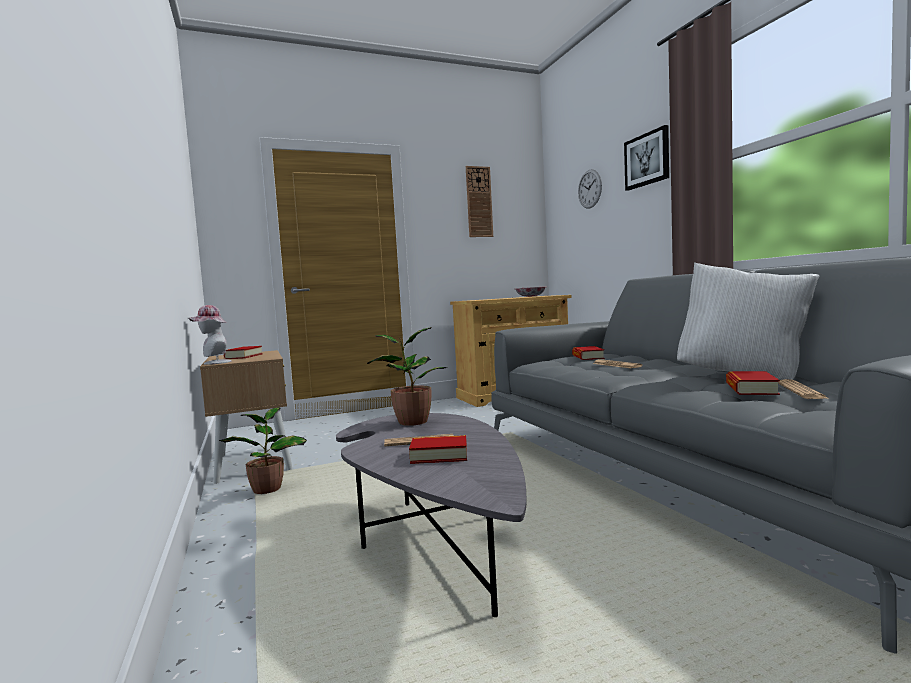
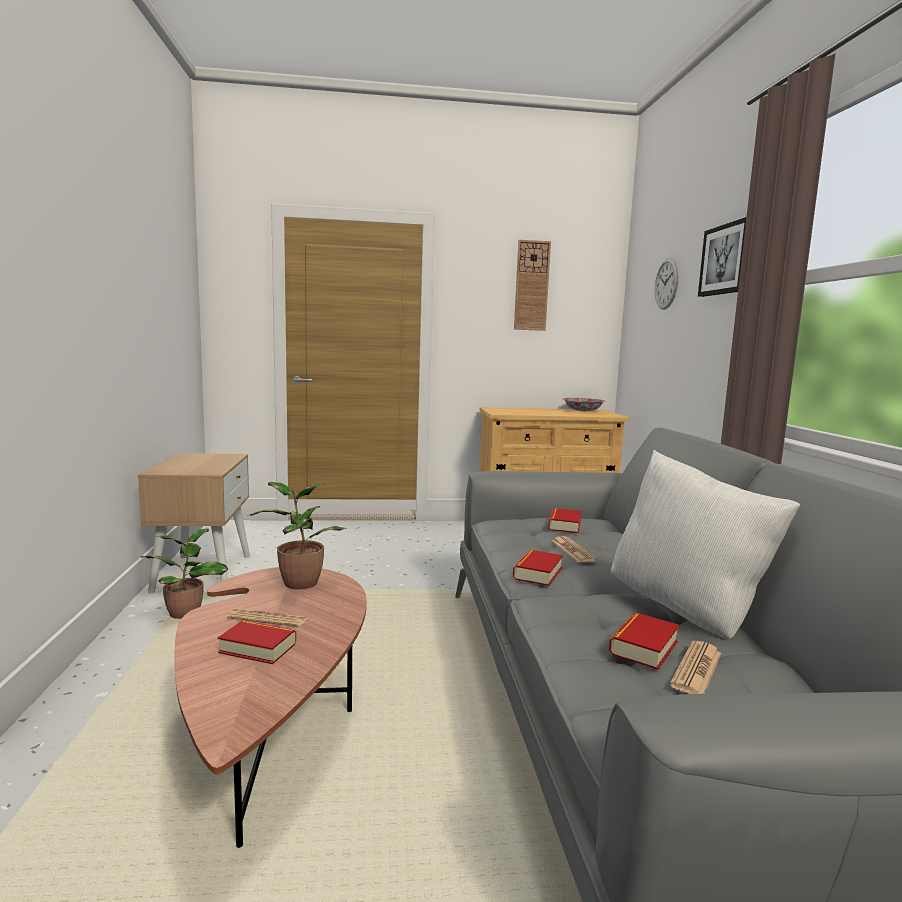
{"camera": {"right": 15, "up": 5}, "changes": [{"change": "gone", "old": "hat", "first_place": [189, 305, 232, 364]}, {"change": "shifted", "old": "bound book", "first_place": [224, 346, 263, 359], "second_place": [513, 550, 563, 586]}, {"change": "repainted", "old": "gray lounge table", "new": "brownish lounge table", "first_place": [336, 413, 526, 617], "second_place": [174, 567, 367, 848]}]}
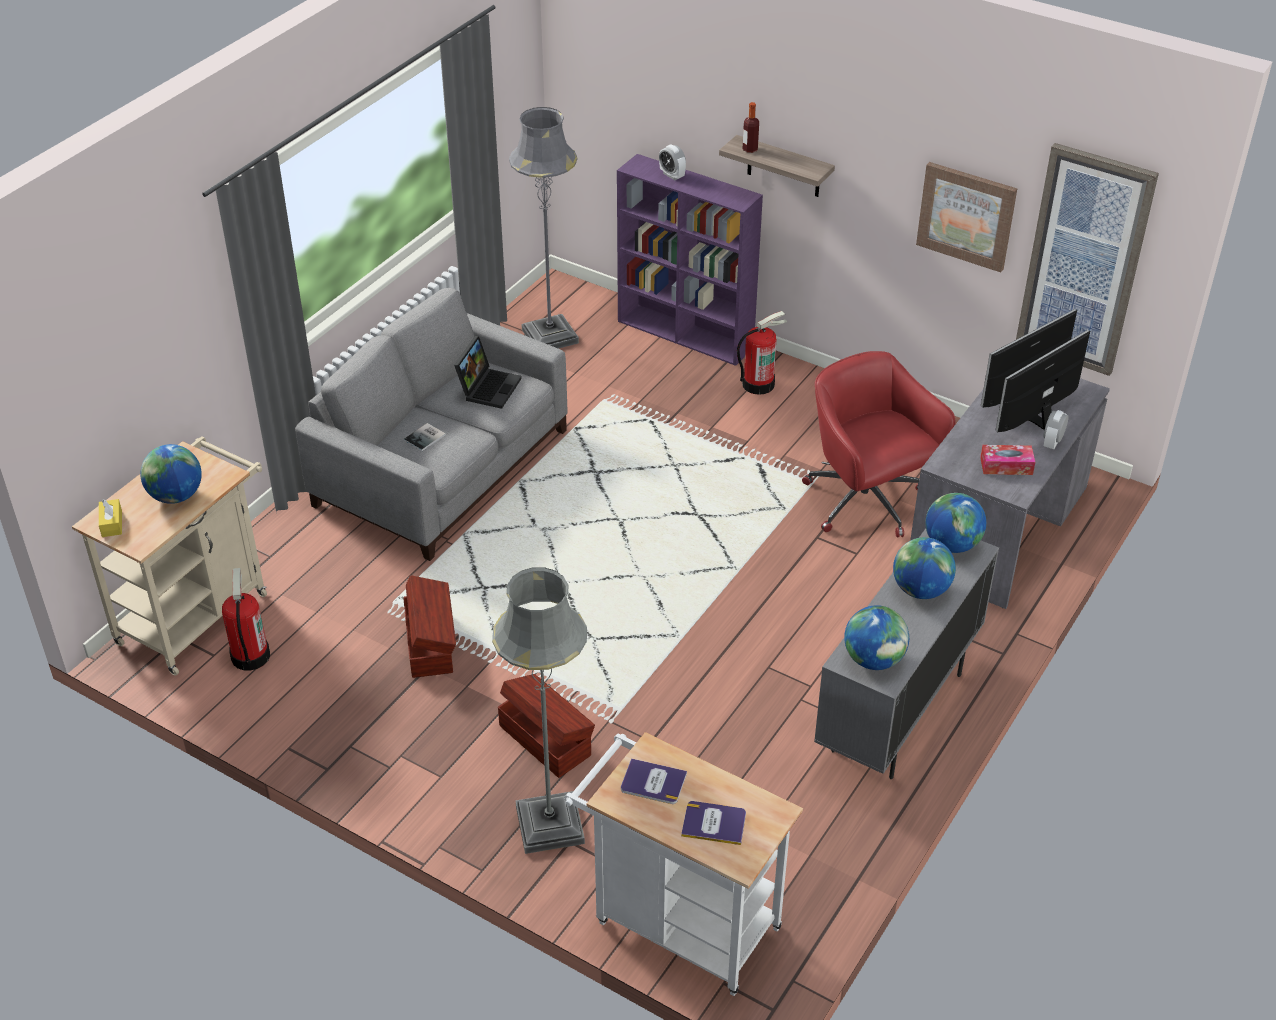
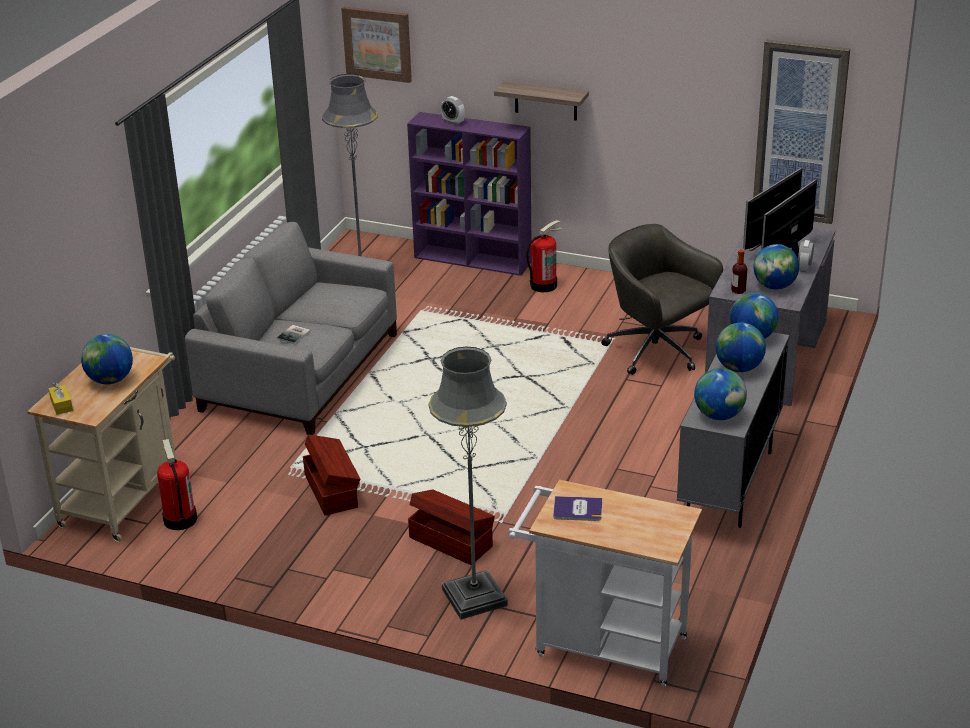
{"camera": {"right": -10, "up": -10}, "changes": [{"change": "gone", "old": "laptop", "first_place": [454, 336, 522, 409]}, {"change": "gone", "old": "bound book", "first_place": [681, 801, 746, 845]}, {"change": "shifted", "old": "beverage bottle", "first_place": [743, 102, 759, 153], "second_place": [731, 250, 747, 294]}, {"change": "repainted", "old": "red-coloured office chair", "new": "gray office chair", "first_place": [802, 351, 956, 537], "second_place": [601, 224, 723, 375]}, {"change": "shifted", "old": "wall art", "first_place": [916, 162, 1017, 272], "second_place": [341, 7, 412, 83]}, {"change": "swapped", "old": "tissue holder", "new": "desk globe", "first_place": [980, 445, 1035, 475], "second_place": [753, 244, 799, 290]}]}
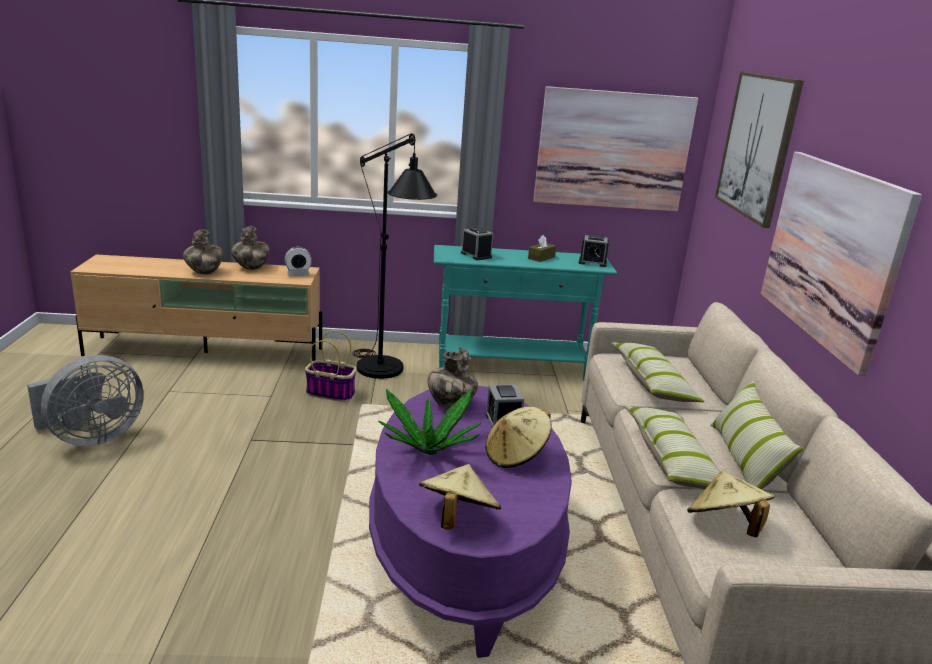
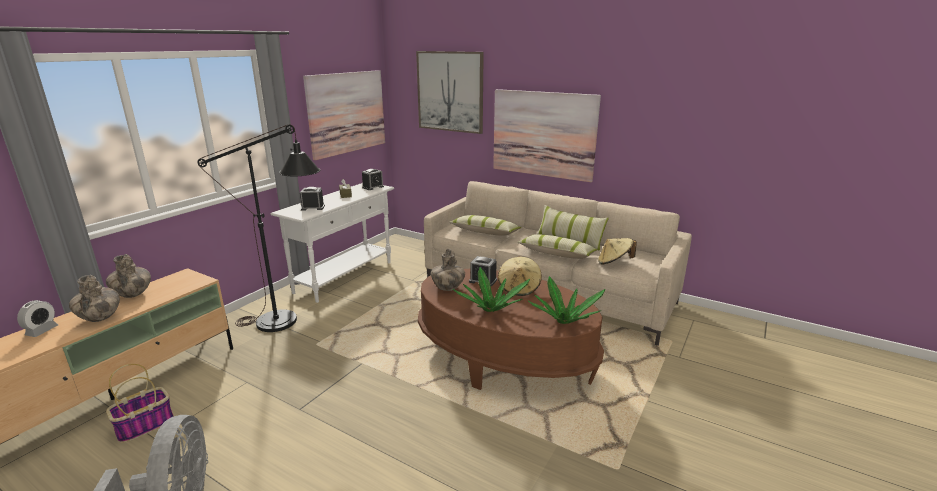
{"camera": {"right": -55, "up": 0}, "changes": [{"change": "shifted", "old": "bedside clock", "first_place": [285, 247, 312, 276], "second_place": [17, 300, 58, 337]}, {"change": "shifted", "old": "storage basket", "first_place": [305, 330, 356, 402], "second_place": [106, 364, 174, 443]}, {"change": "repainted", "old": "purplish lounge table", "new": "brownish lounge table", "first_place": [369, 386, 572, 658], "second_place": [418, 269, 604, 390]}, {"change": "swapped", "old": "sand-coloured hat", "new": "potted plant", "first_place": [419, 464, 501, 530], "second_place": [528, 276, 605, 324]}, {"change": "repainted", "old": "turquoise hall table", "new": "white-coloured hall table", "first_place": [434, 245, 617, 381], "second_place": [271, 183, 394, 303]}]}
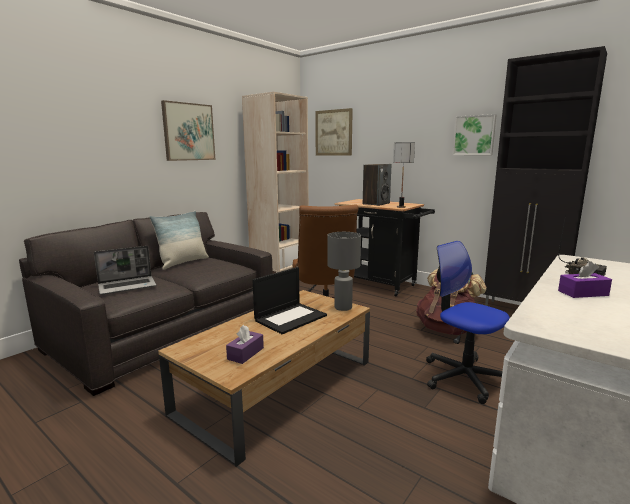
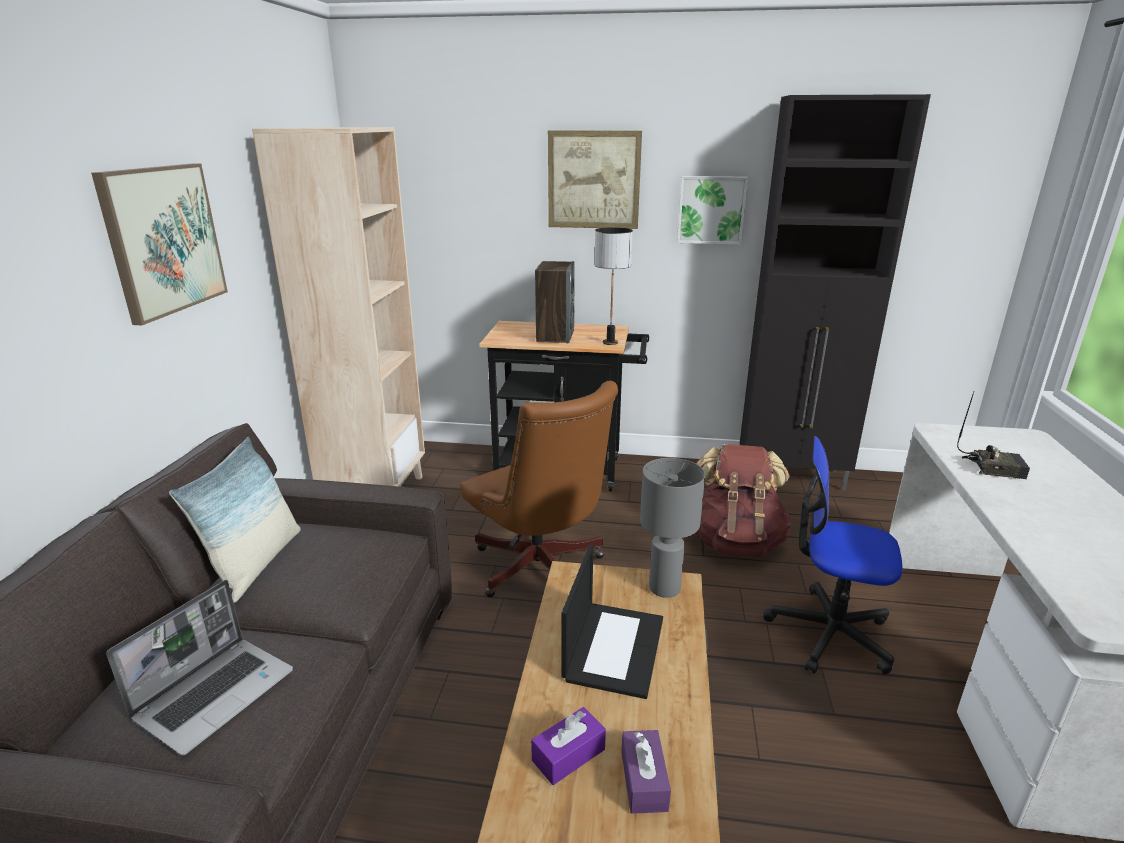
{"camera": {"right": -30, "up": 10}, "changes": [{"change": "shifted", "old": "wall art", "first_place": [315, 108, 353, 156], "second_place": [548, 130, 642, 229]}, {"change": "shifted", "old": "purplish tissue holder", "first_place": [558, 261, 612, 298], "second_place": [531, 707, 606, 785]}]}
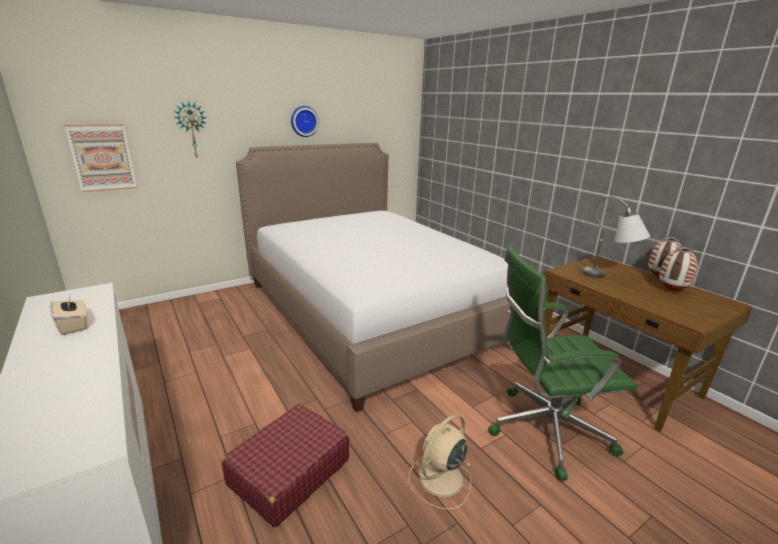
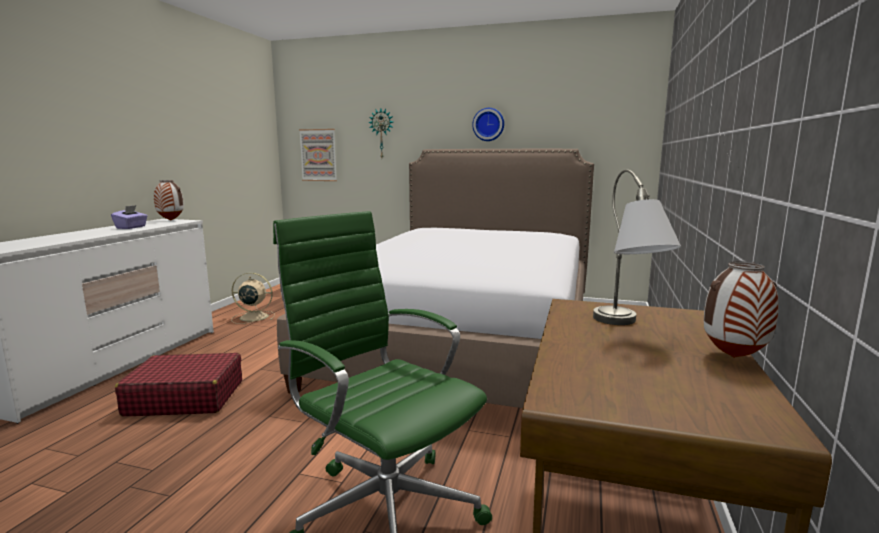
{"camera": {"right": 50, "up": -10}, "changes": [{"change": "repainted", "old": "sand-coloured tissue holder", "new": "purplish tissue holder", "first_place": [50, 292, 87, 335], "second_place": [111, 205, 148, 229]}, {"change": "shifted", "old": "sand-coloured fan", "first_place": [409, 414, 471, 510], "second_place": [231, 273, 275, 324]}, {"change": "shifted", "old": "flower vase", "first_place": [659, 247, 698, 291], "second_place": [154, 180, 184, 220]}]}
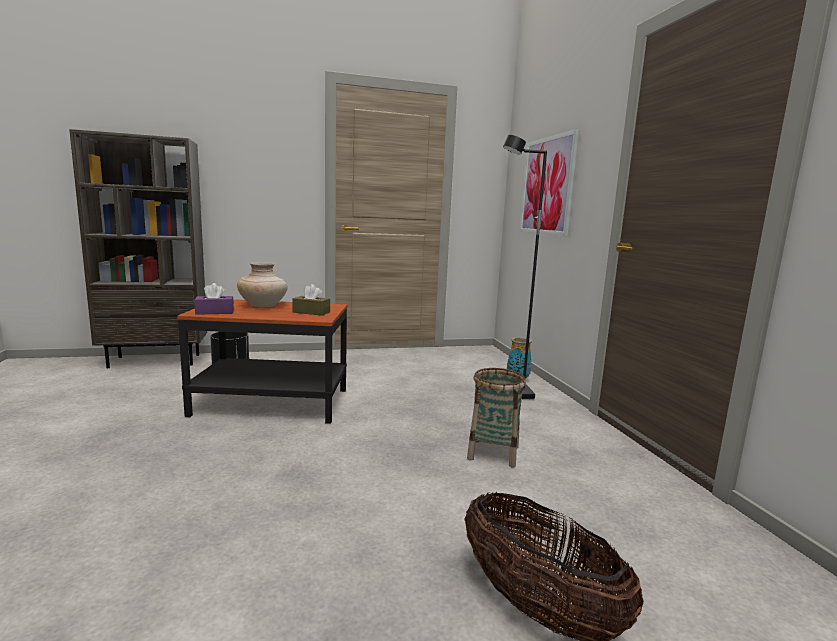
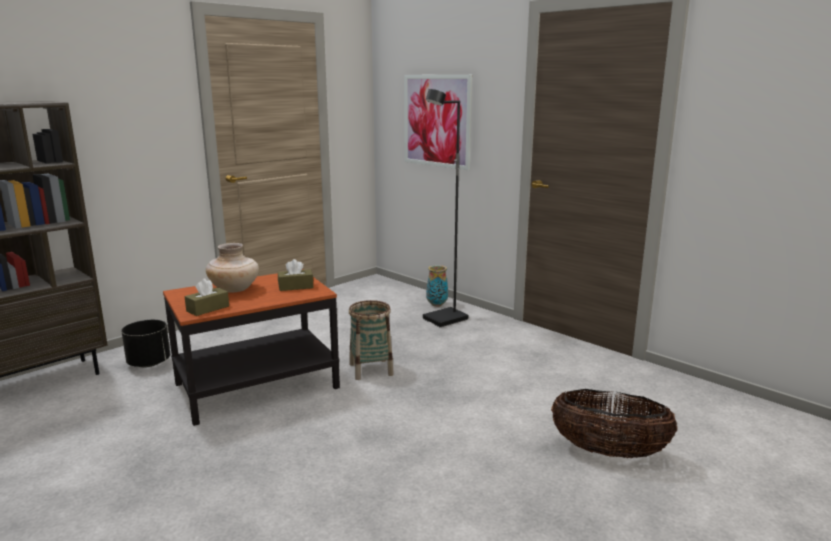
{"camera": {"right": -30, "up": 5}, "changes": [{"change": "repainted", "old": "purplish tissue holder", "new": "brownish tissue holder", "first_place": [194, 283, 234, 315], "second_place": [185, 279, 229, 316]}, {"change": "shifted", "old": "storage basket", "first_place": [467, 368, 526, 468], "second_place": [349, 300, 394, 380]}]}
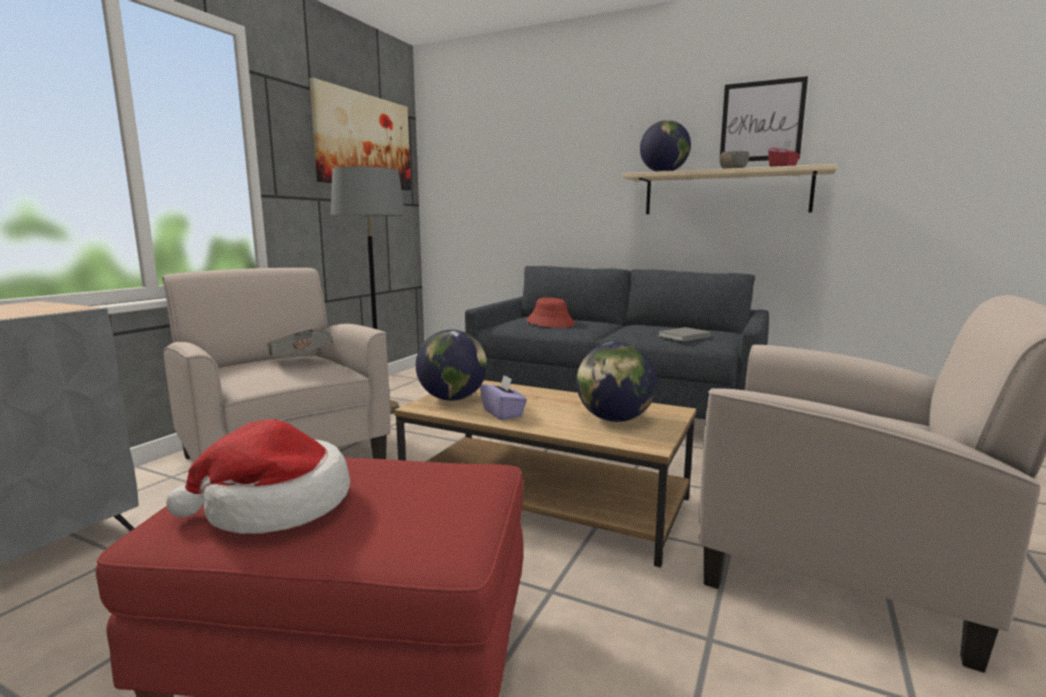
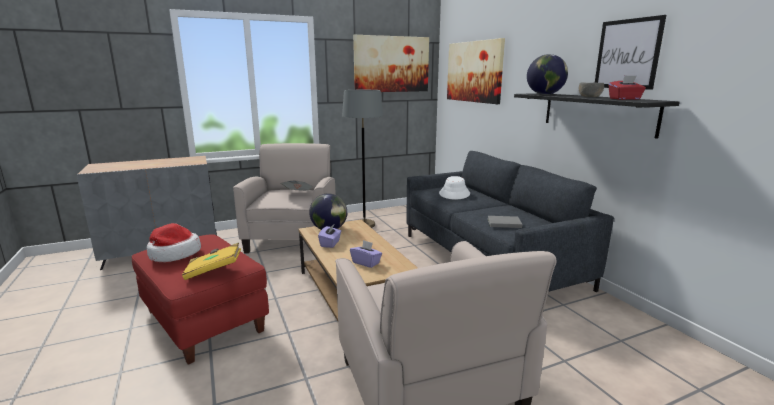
{"camera": {"right": 40, "up": 5}, "changes": [{"change": "repainted", "old": "red-coloured hat", "new": "white-coloured hat", "first_place": [527, 298, 575, 328], "second_place": [439, 176, 470, 200]}, {"change": "swapped", "old": "desk globe", "new": "purplish tissue holder", "first_place": [576, 342, 657, 422], "second_place": [350, 240, 382, 268]}, {"change": "repainted", "old": "sand-coloured wall shelf", "new": "black-coloured wall shelf", "first_place": [622, 164, 837, 214], "second_place": [514, 93, 680, 139]}, {"change": "new", "new": "yellow bound book", "second_place": [182, 243, 241, 280]}, {"change": "new", "new": "wall art", "second_place": [447, 38, 505, 104]}]}
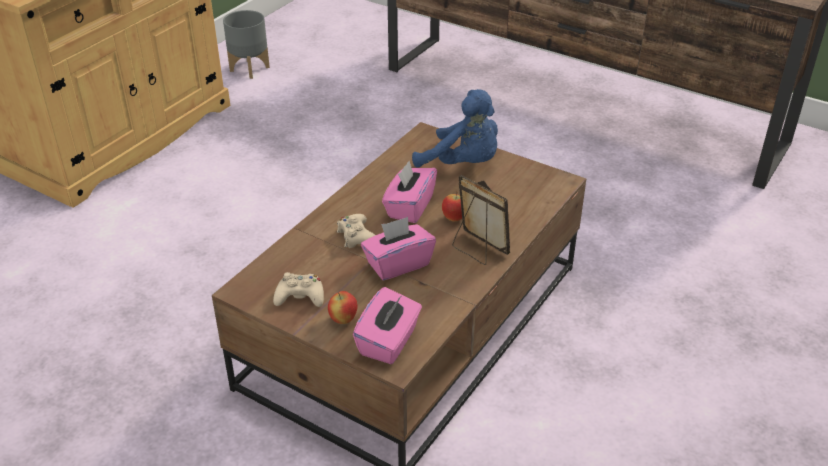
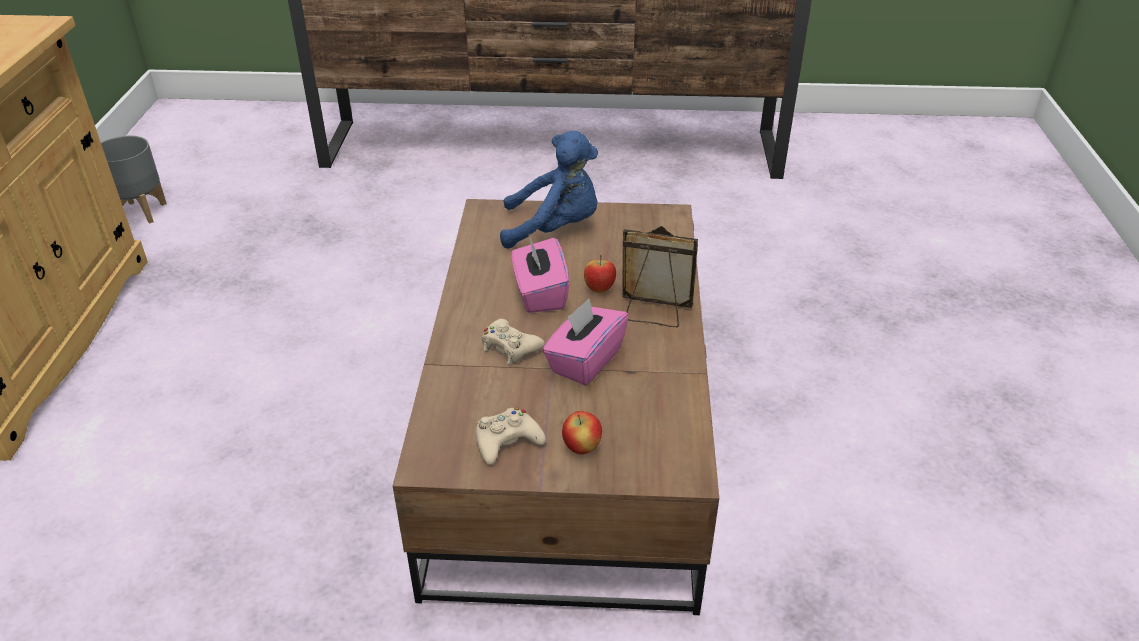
{"camera": {"right": -30, "up": 0}, "changes": [{"change": "gone", "old": "pinkish tissue holder", "first_place": [353, 287, 422, 364]}]}
